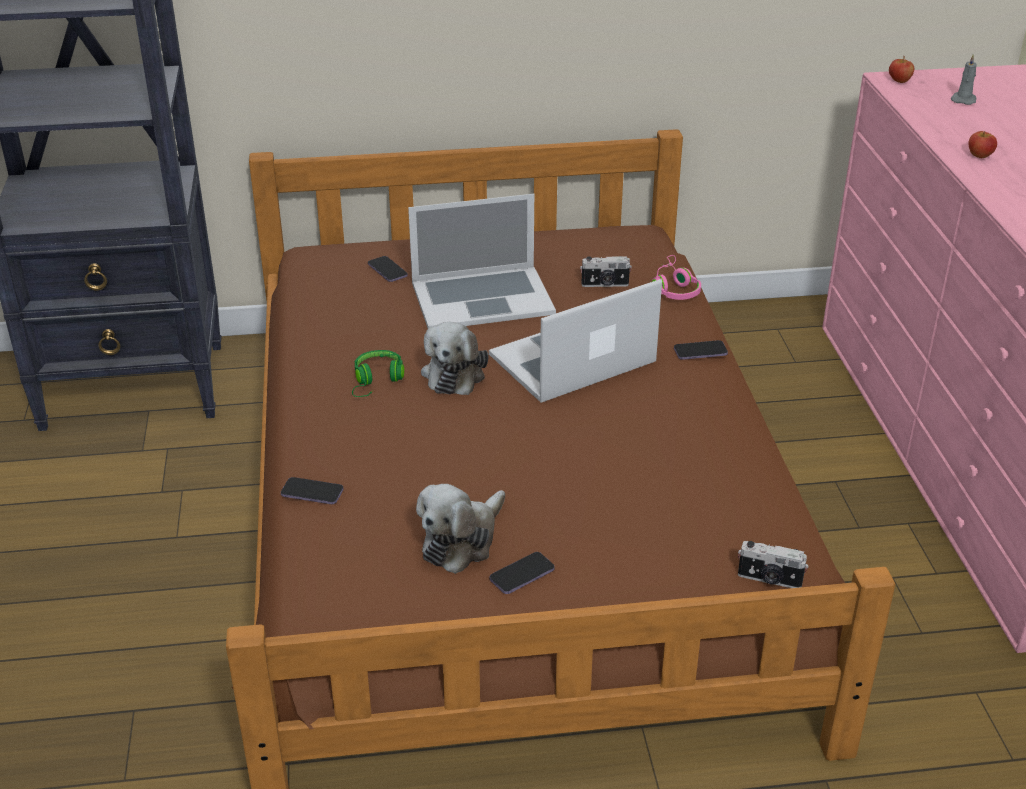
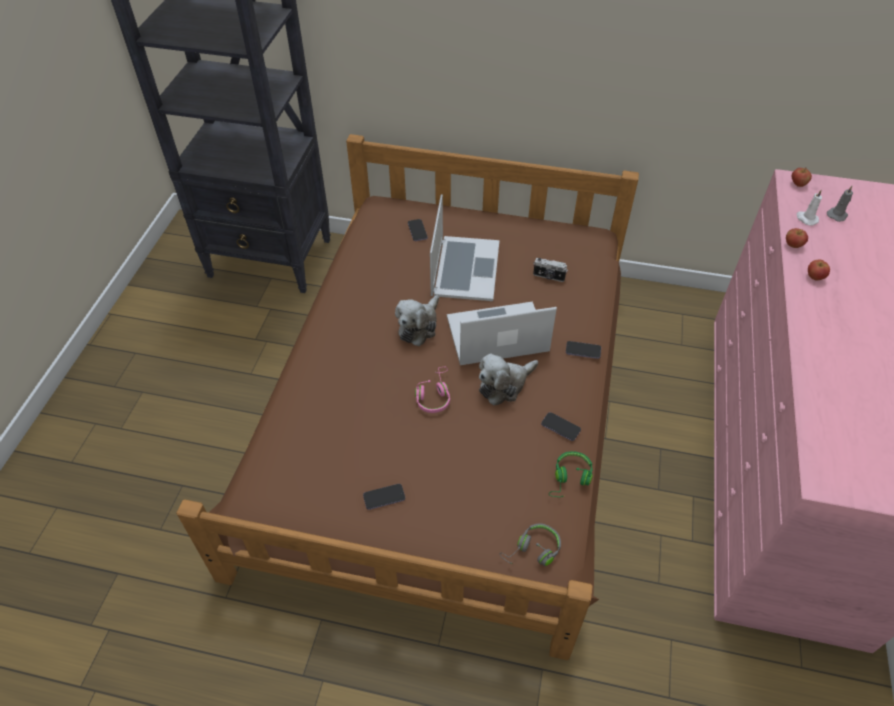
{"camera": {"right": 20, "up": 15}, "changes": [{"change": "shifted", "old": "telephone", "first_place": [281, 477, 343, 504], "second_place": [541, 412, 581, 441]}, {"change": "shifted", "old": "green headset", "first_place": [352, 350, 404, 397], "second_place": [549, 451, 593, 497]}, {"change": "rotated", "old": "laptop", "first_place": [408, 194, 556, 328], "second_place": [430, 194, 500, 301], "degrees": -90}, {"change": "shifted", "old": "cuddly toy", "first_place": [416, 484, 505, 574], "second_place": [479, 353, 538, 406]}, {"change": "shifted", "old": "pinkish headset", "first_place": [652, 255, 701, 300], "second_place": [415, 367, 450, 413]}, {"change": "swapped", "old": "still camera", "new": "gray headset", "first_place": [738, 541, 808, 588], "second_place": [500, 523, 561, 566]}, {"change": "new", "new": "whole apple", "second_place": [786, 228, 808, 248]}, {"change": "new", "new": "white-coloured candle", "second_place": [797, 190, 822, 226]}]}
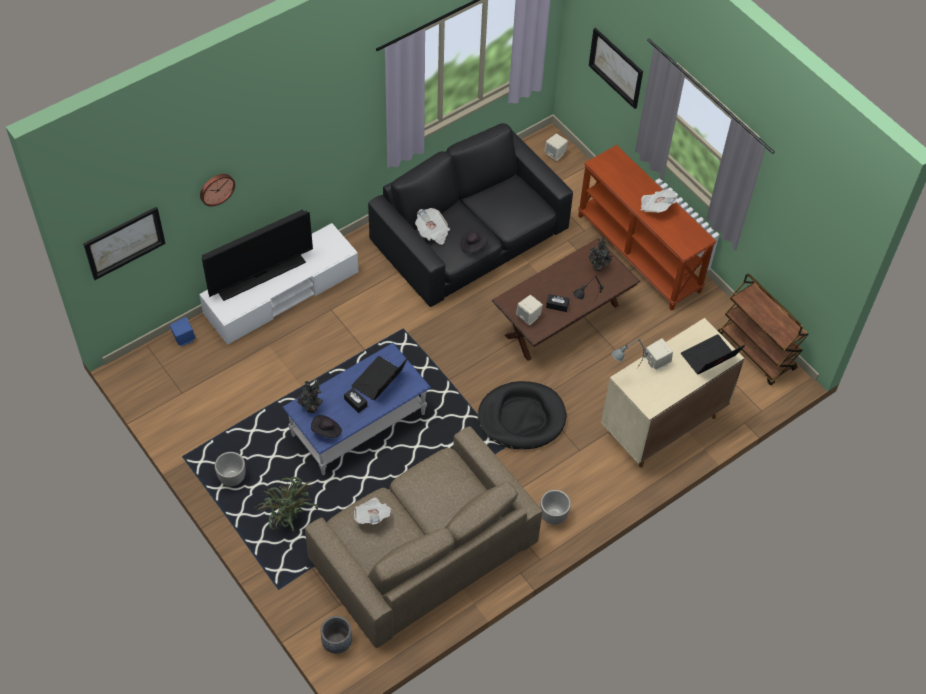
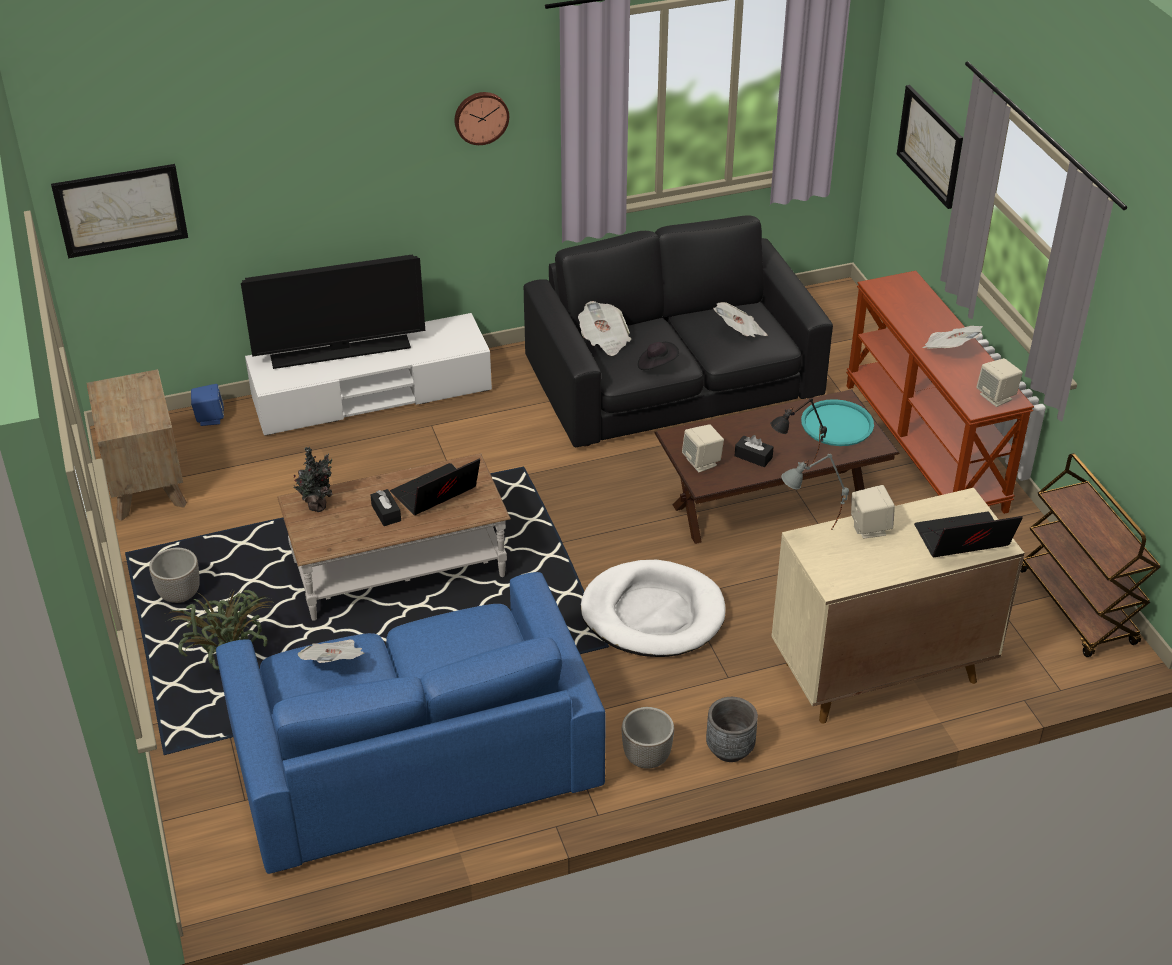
{"camera": {"right": 20, "up": -15}, "changes": [{"change": "shifted", "old": "clock on the wall", "first_place": [200, 174, 235, 207], "second_place": [454, 92, 509, 145]}, {"change": "repainted", "old": "bluish lounge table", "new": "brownish lounge table", "first_place": [283, 343, 431, 475], "second_place": [277, 453, 511, 621]}, {"change": "repainted", "old": "brownish settee", "new": "bluish settee", "first_place": [305, 426, 543, 648], "second_place": [216, 572, 605, 874]}, {"change": "gone", "old": "black-coloured hat", "first_place": [311, 415, 342, 438]}, {"change": "shifted", "old": "gray plant pot", "first_place": [321, 616, 352, 654], "second_place": [706, 697, 758, 762]}, {"change": "repainted", "old": "black-coloured dog bed", "new": "white-coloured dog bed", "first_place": [478, 381, 567, 450], "second_place": [581, 560, 726, 657]}, {"change": "shifted", "old": "sand-coloured audio speaker", "first_place": [544, 133, 568, 161], "second_place": [976, 358, 1023, 407]}, {"change": "swapped", "old": "potted plant", "new": "turquoise serving tray", "first_place": [588, 237, 613, 271], "second_place": [801, 399, 874, 446]}, {"change": "new", "new": "brownish bedside table", "second_place": [87, 369, 187, 521]}, {"change": "new", "new": "newspaper", "second_place": [713, 302, 768, 337]}]}
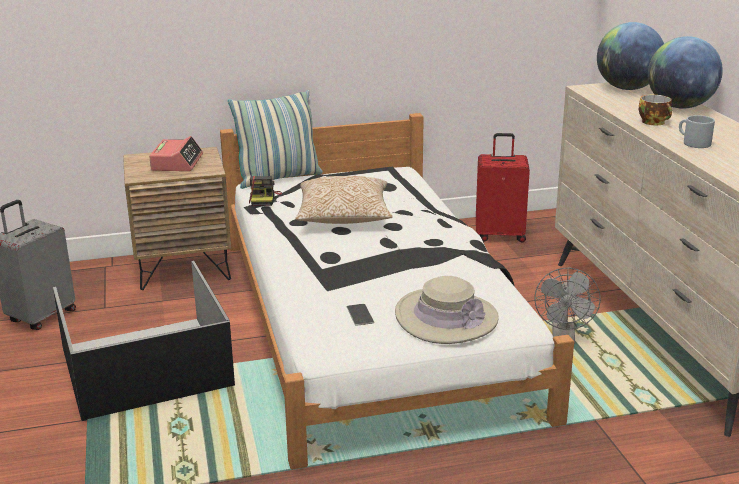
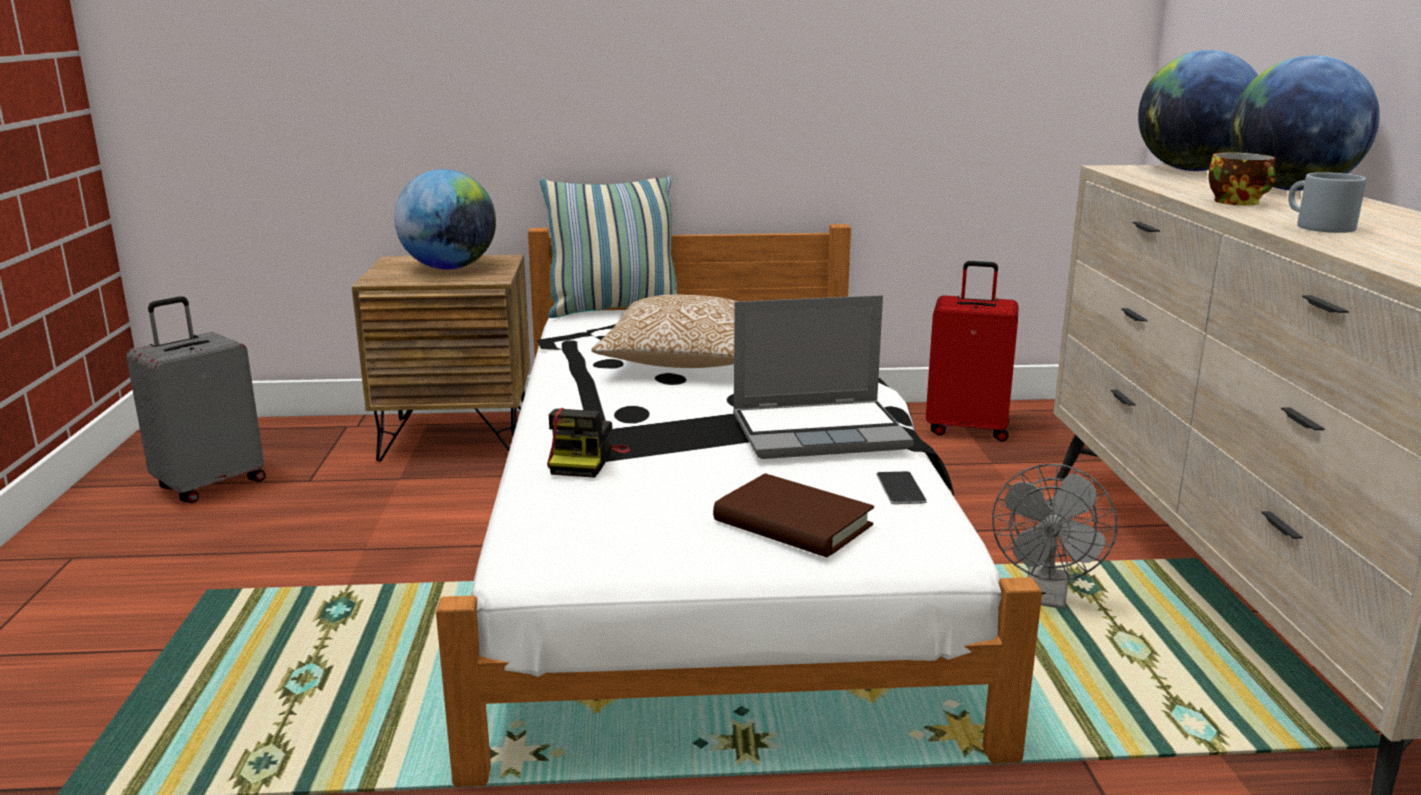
{"camera": {"right": 10, "up": -5}, "changes": [{"change": "gone", "old": "black-coloured storage box", "first_place": [53, 261, 235, 421]}, {"change": "swapped", "old": "bedside clock", "new": "desk globe", "first_place": [149, 136, 203, 171], "second_place": [394, 169, 496, 270]}, {"change": "shifted", "old": "still camera", "first_place": [249, 176, 282, 206], "second_place": [547, 408, 630, 478]}, {"change": "shifted", "old": "telephone", "first_place": [347, 304, 374, 326], "second_place": [876, 471, 927, 504]}, {"change": "swapped", "old": "sand-coloured hat", "new": "brownish bound book", "first_place": [395, 276, 499, 344], "second_place": [713, 473, 874, 557]}, {"change": "new", "new": "laptop", "second_place": [733, 295, 913, 459]}]}
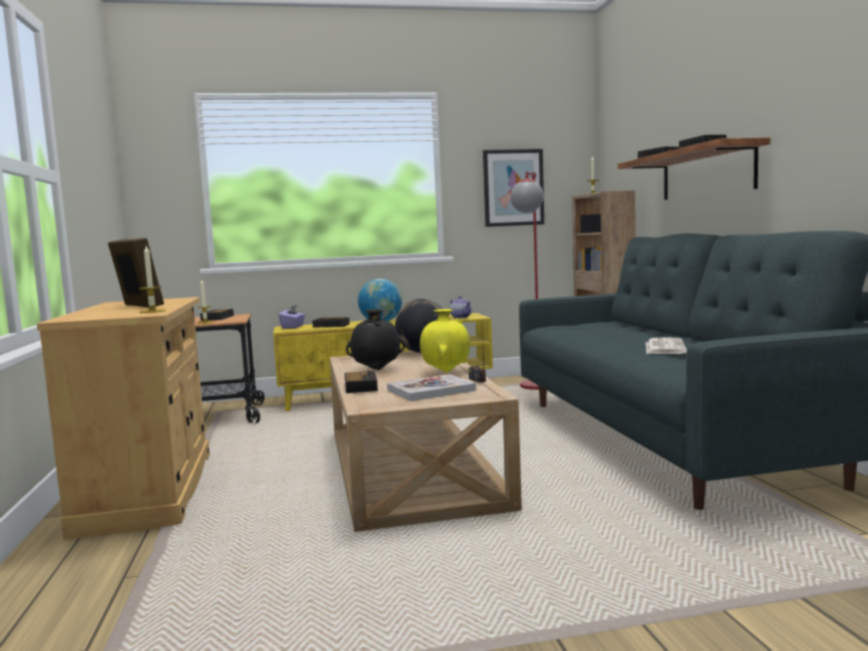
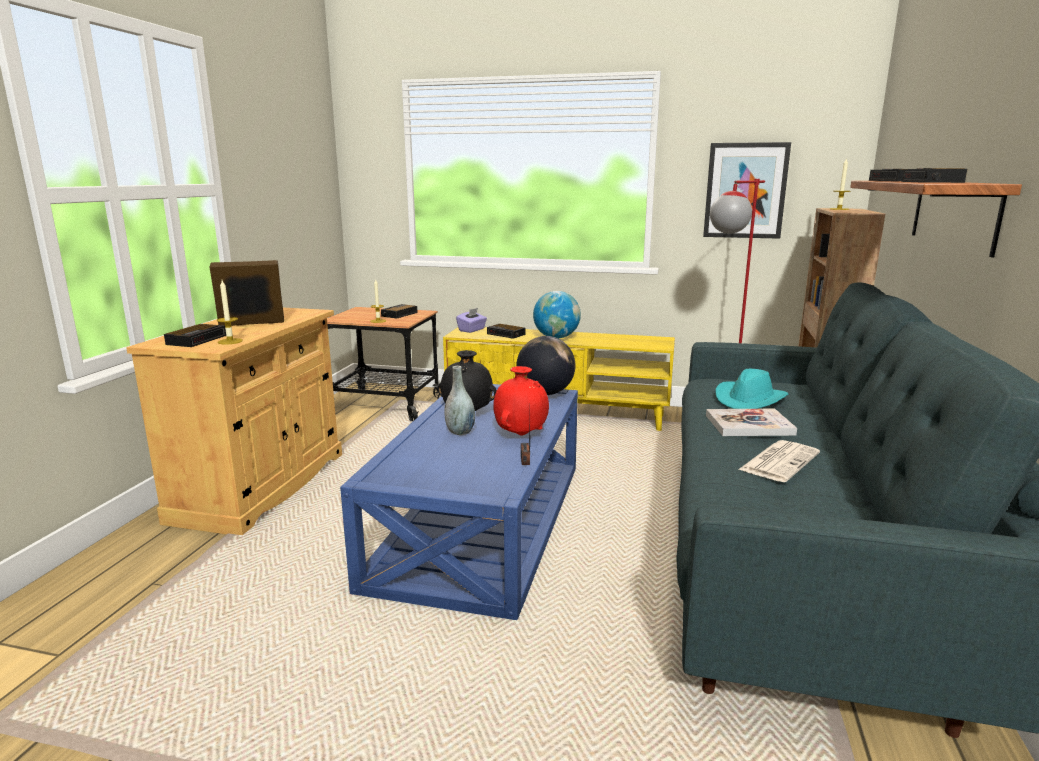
{"camera": {"right": 25, "up": 10}, "changes": [{"change": "rotated", "old": "standing frame", "first_place": [108, 238, 164, 308], "second_place": [210, 260, 284, 326], "degrees": -90}, {"change": "repainted", "old": "sand-coloured lounge table", "new": "bluish lounge table", "first_place": [330, 351, 522, 532], "second_place": [340, 384, 578, 620]}, {"change": "shifted", "old": "bedside clock", "first_place": [345, 371, 378, 393], "second_place": [164, 324, 226, 347]}, {"change": "shifted", "old": "bound book", "first_place": [387, 374, 476, 401], "second_place": [706, 409, 797, 436]}, {"change": "repainted", "old": "yellow flower vase", "new": "red-coloured flower vase", "first_place": [420, 309, 470, 372], "second_place": [493, 366, 549, 435]}, {"change": "gone", "old": "pot for tea", "first_place": [450, 296, 472, 318]}, {"change": "new", "new": "gray flower vase", "second_place": [444, 366, 475, 435]}, {"change": "new", "new": "turquoise hat", "second_place": [715, 369, 789, 409]}]}
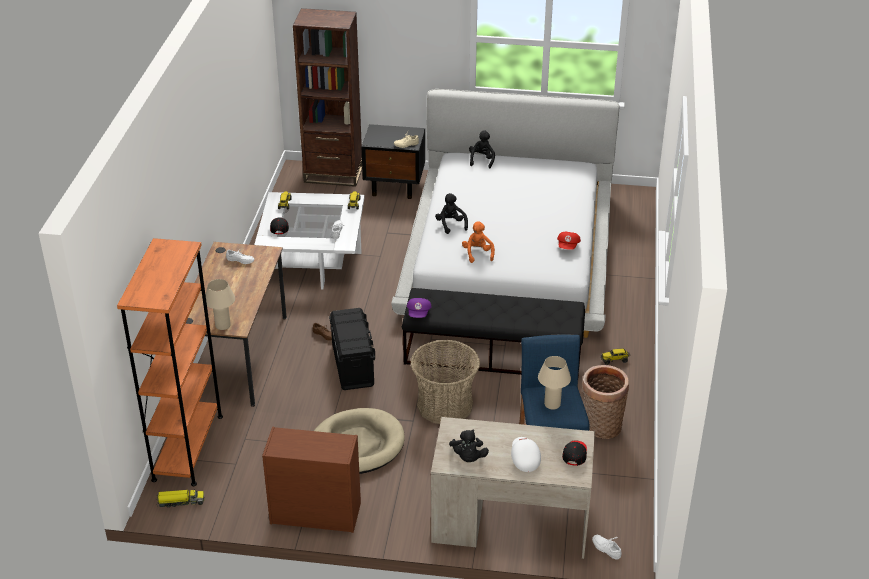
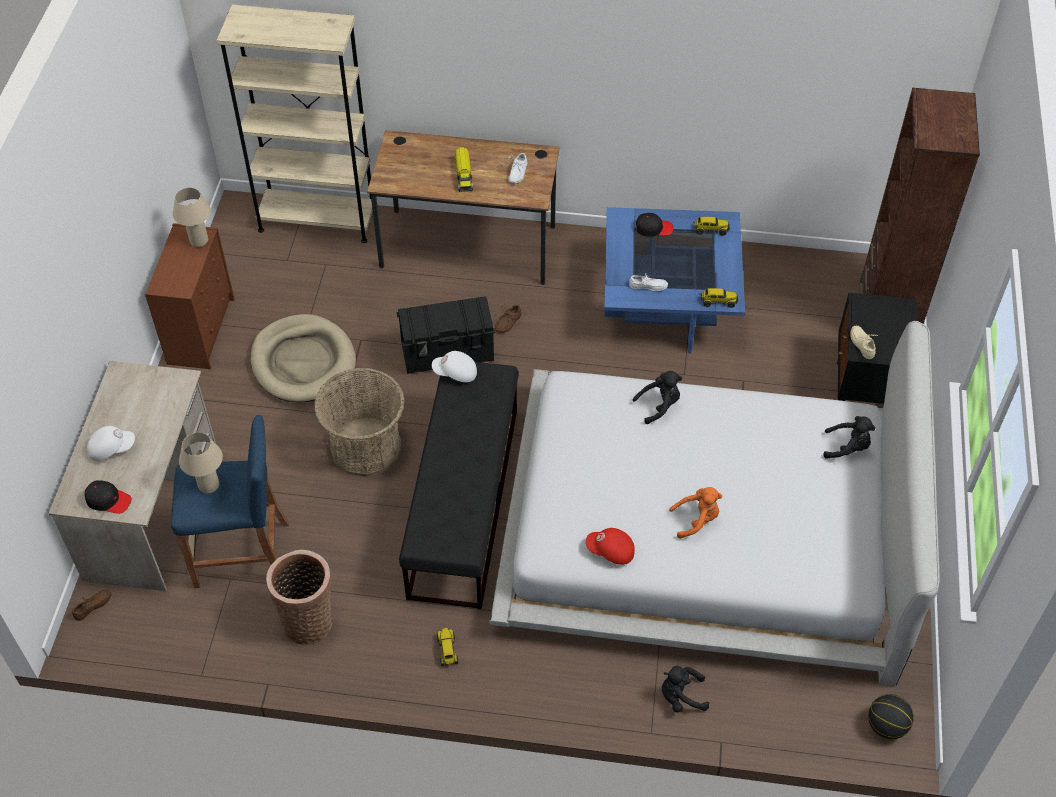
{"camera": {"right": 90, "up": 15}, "changes": [{"change": "repainted", "old": "orange bookcase", "new": "sand-coloured bookcase", "first_place": [117, 238, 223, 486], "second_place": [216, 5, 373, 243]}, {"change": "shifted", "old": "toy truck", "first_place": [156, 489, 204, 507], "second_place": [455, 147, 473, 192]}, {"change": "shifted", "old": "sand-coloured lamp for a table", "first_place": [206, 279, 235, 330], "second_place": [173, 188, 211, 247]}, {"change": "repainted", "old": "white-coloured lounge table", "new": "bluish lounge table", "first_place": [254, 192, 365, 289], "second_place": [604, 207, 745, 353]}, {"change": "repainted", "old": "purplish peaked cap", "new": "white-coloured peaked cap", "first_place": [407, 298, 432, 318], "second_place": [432, 351, 477, 382]}, {"change": "shifted", "old": "black-coloured cuddly toy", "first_place": [449, 430, 489, 462], "second_place": [662, 666, 710, 713]}, {"change": "shifted", "old": "orange cuddly toy", "first_place": [462, 221, 495, 263], "second_place": [669, 487, 722, 538]}, {"change": "repainted", "old": "white-coloured low shoe", "new": "brownish low shoe", "first_place": [592, 535, 622, 560], "second_place": [72, 589, 112, 621]}, {"change": "new", "new": "basketball", "second_place": [868, 694, 914, 739]}]}
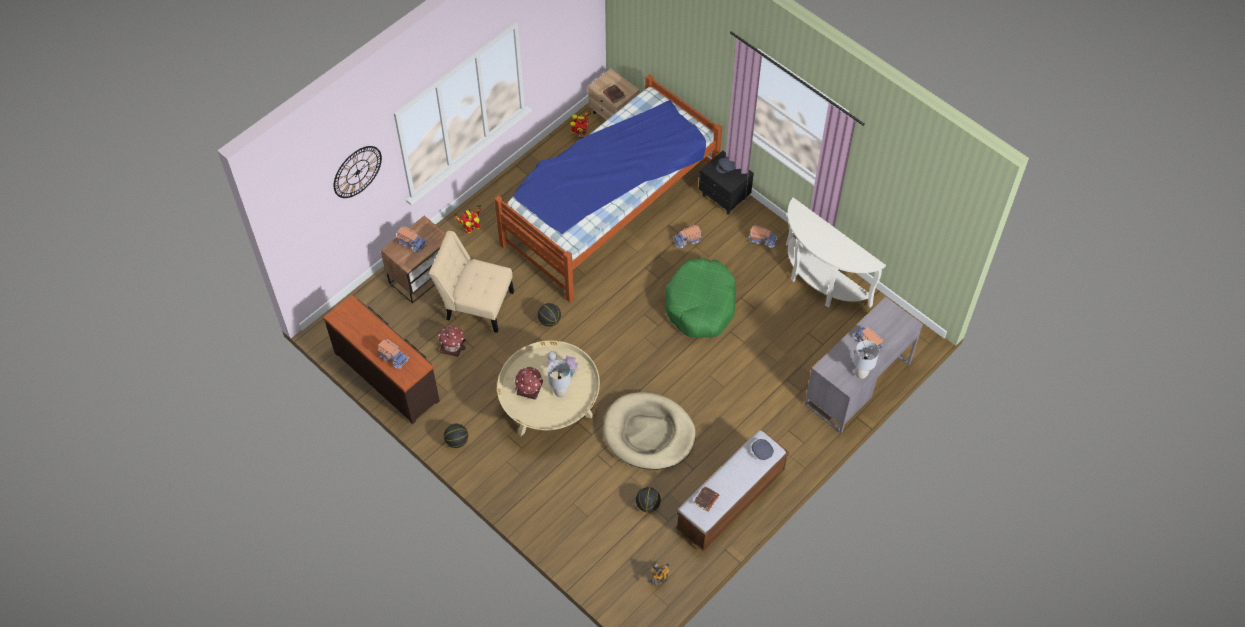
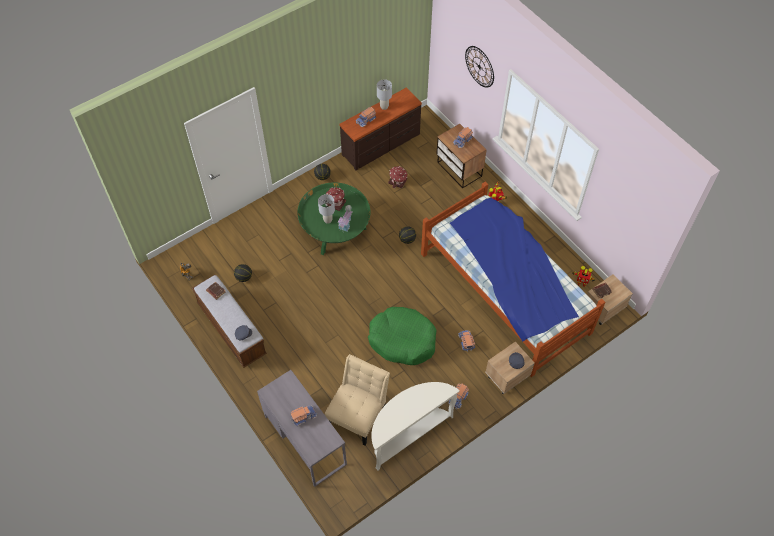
{"camera": {"right": 100, "up": 0}, "changes": [{"change": "shifted", "old": "sand-coloured chair", "first_place": [429, 231, 514, 333], "second_place": [325, 354, 390, 446]}, {"change": "repainted", "old": "sand-coloured lounge table", "new": "green lounge table", "first_place": [497, 341, 600, 436], "second_place": [297, 183, 371, 255]}, {"change": "gone", "old": "sand-coloured dog bed", "first_place": [603, 392, 696, 470]}, {"change": "repainted", "old": "black-coloured bedside table", "new": "sand-coloured bedside table", "first_place": [699, 150, 754, 215], "second_place": [485, 342, 535, 394]}, {"change": "shifted", "old": "gray lamp for a table", "first_place": [853, 340, 879, 379], "second_place": [377, 79, 392, 110]}]}
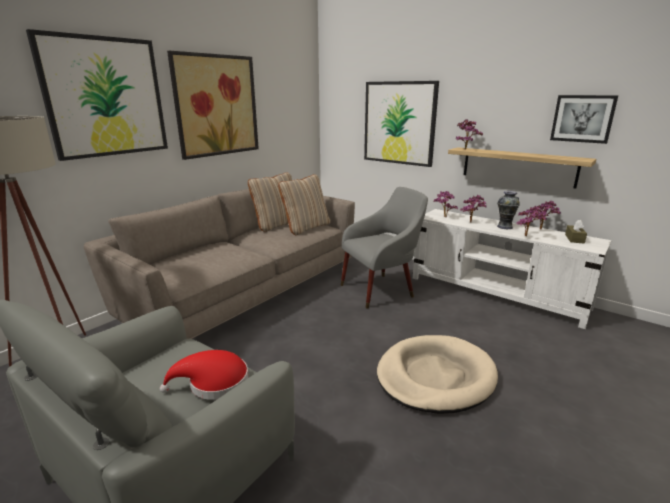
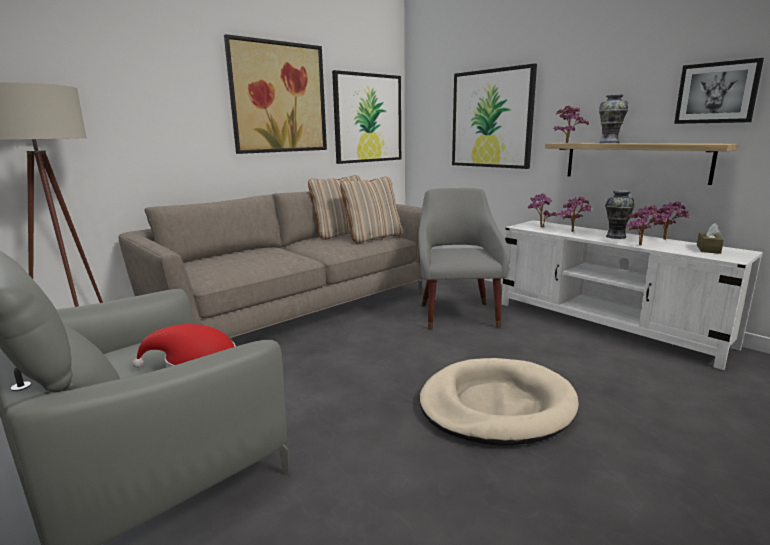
{"camera": {"right": 10, "up": -5}, "changes": [{"change": "shifted", "old": "wall art", "first_place": [26, 29, 168, 161], "second_place": [332, 70, 401, 164]}, {"change": "rotated", "old": "gray armchair", "first_place": [341, 187, 428, 309], "second_place": [418, 188, 510, 330], "degrees": -75}, {"change": "new", "new": "flower vase", "second_place": [599, 94, 628, 143]}]}
